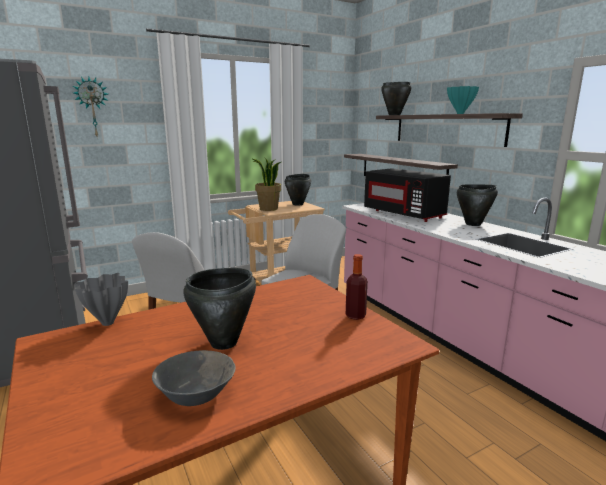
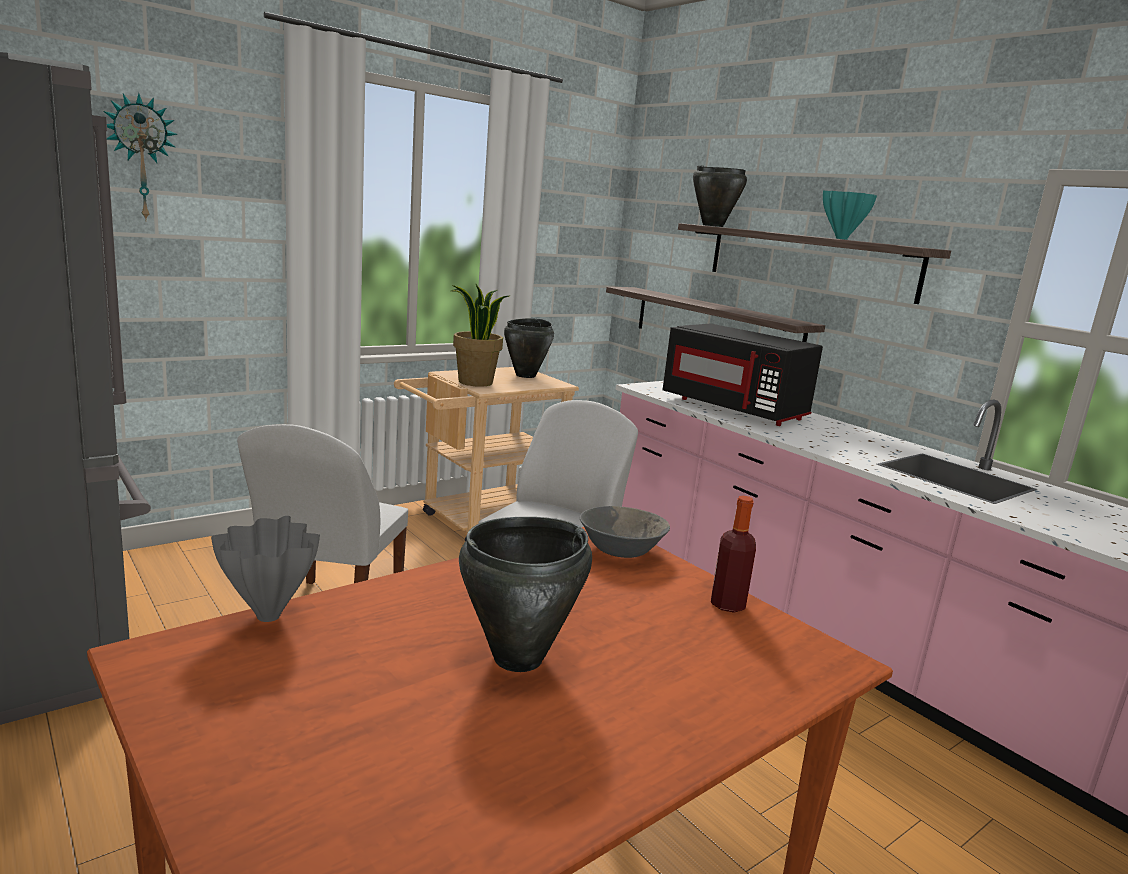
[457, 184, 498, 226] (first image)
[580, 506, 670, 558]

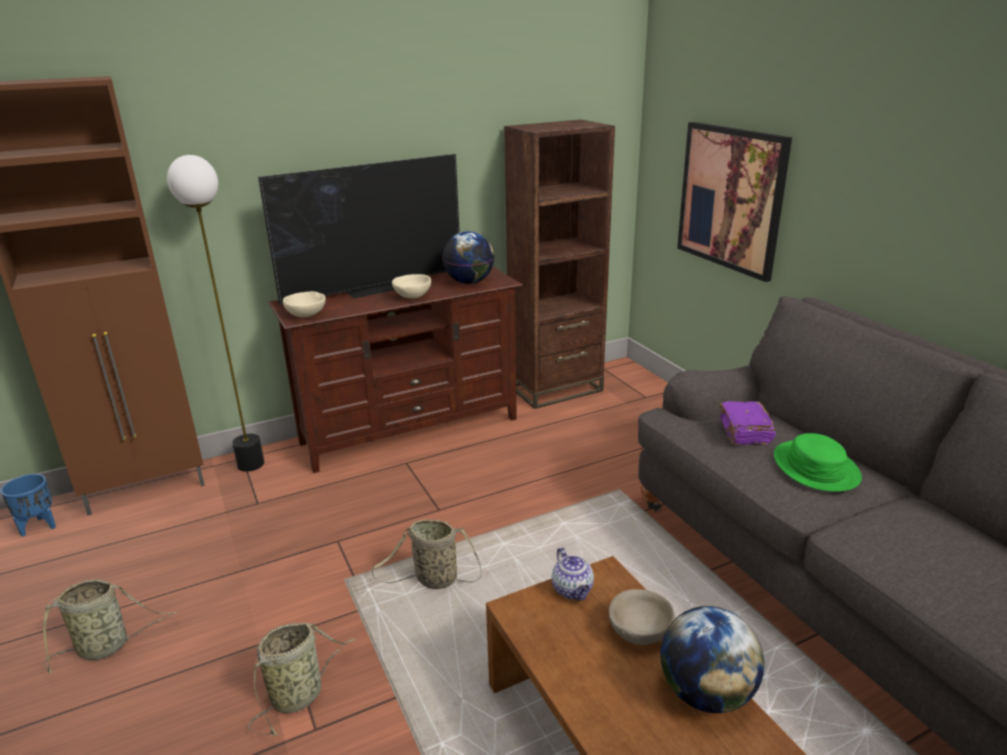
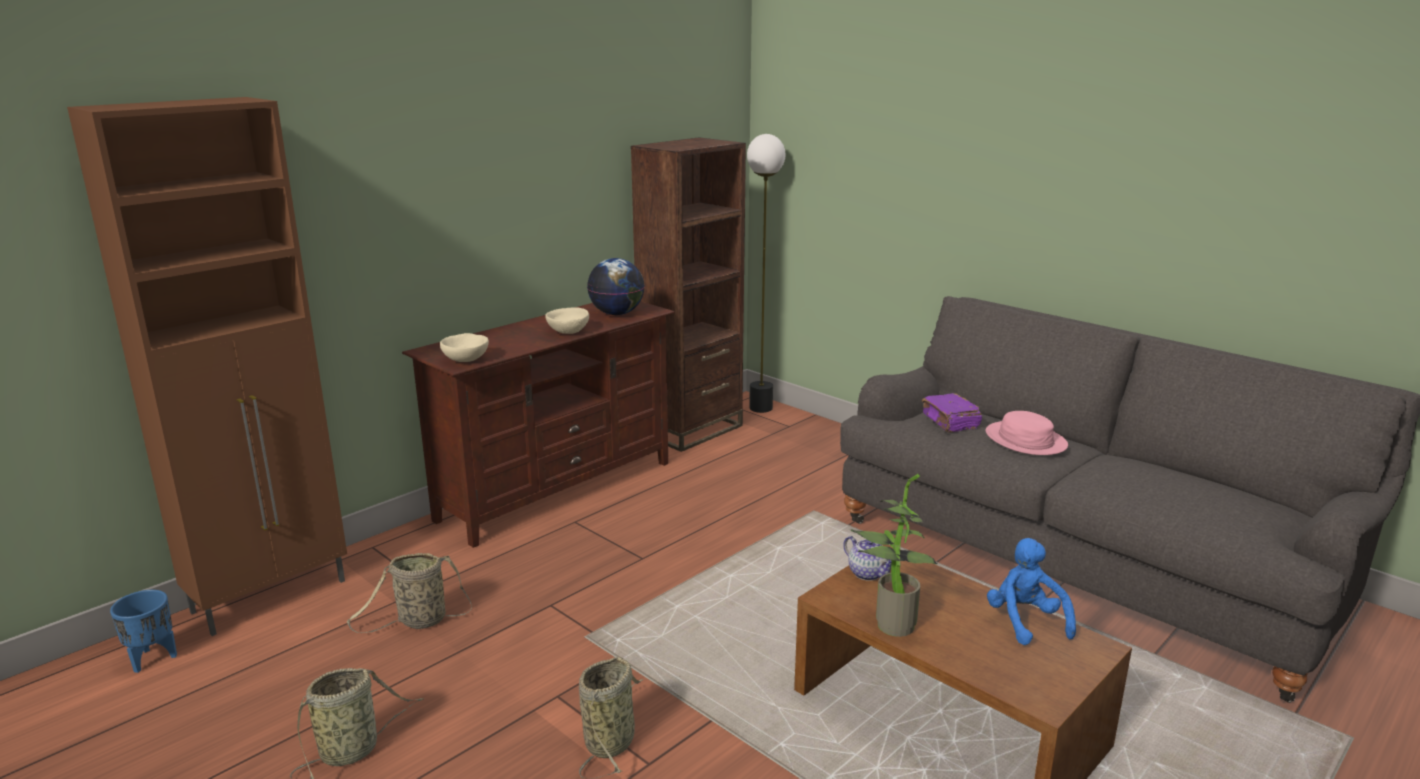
[677, 122, 792, 282] (first image)
[258, 154, 460, 305] (first image)
[747, 134, 785, 413]
[986, 411, 1068, 455]
[347, 553, 472, 633]
[609, 589, 675, 645] (first image)
[987, 538, 1076, 645]
[851, 474, 938, 637]

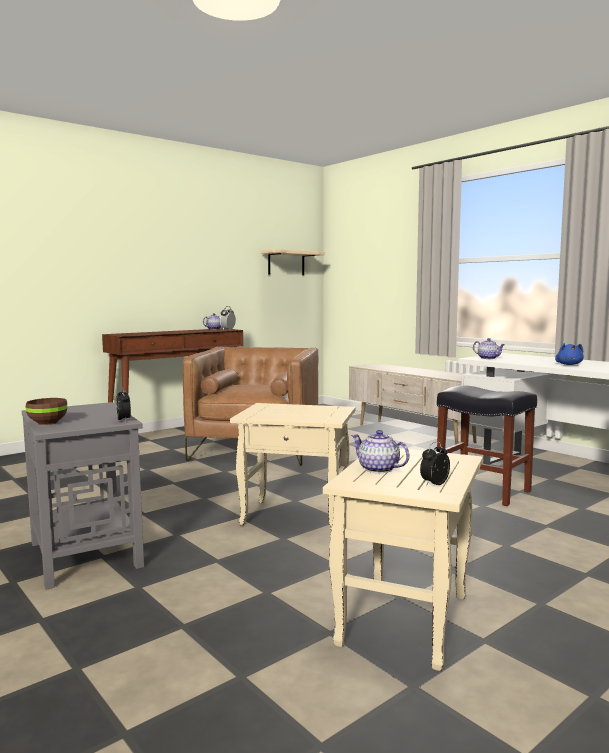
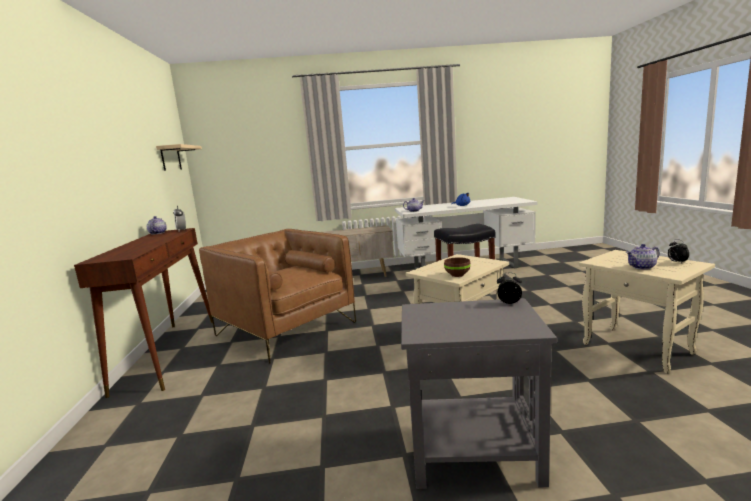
[444, 257, 470, 277]

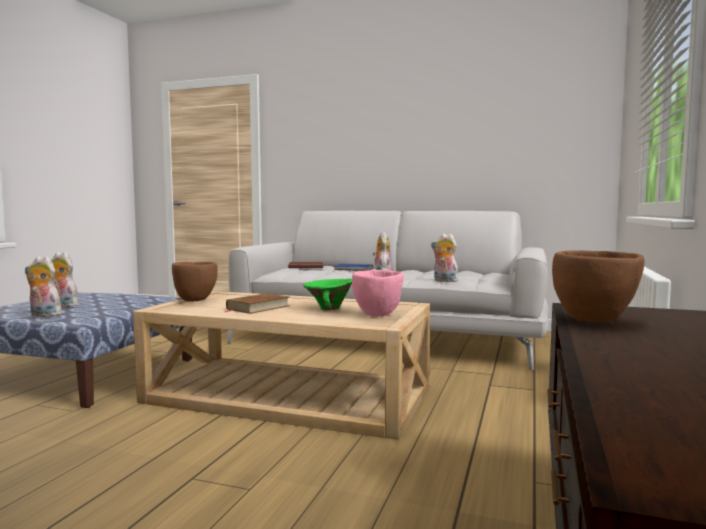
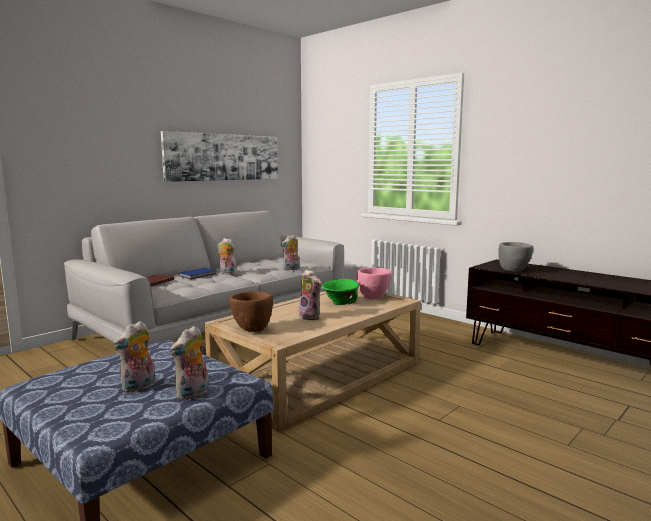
[498, 242, 533, 272]
[298, 269, 322, 321]
[161, 131, 278, 182]

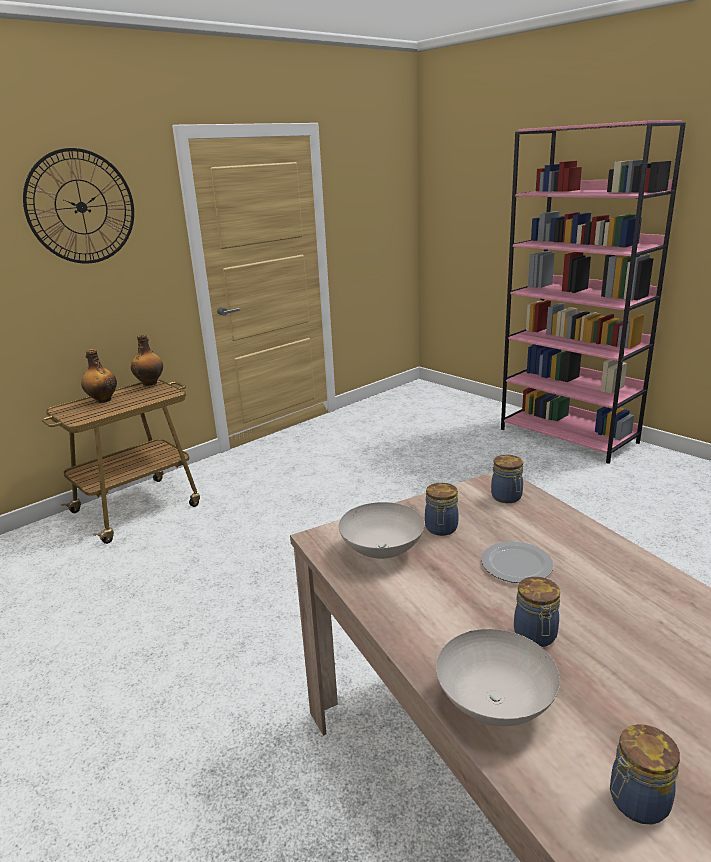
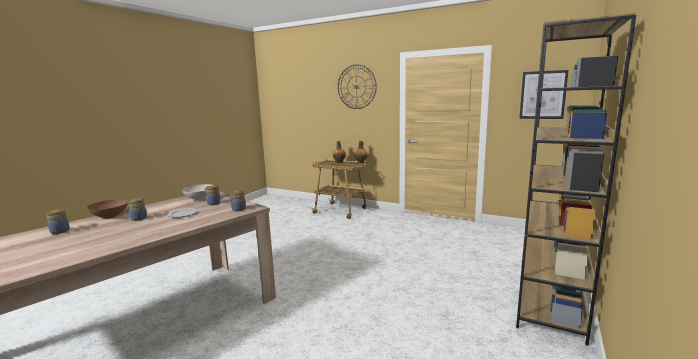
[516, 13, 636, 346]
[87, 199, 128, 219]
[519, 70, 569, 119]

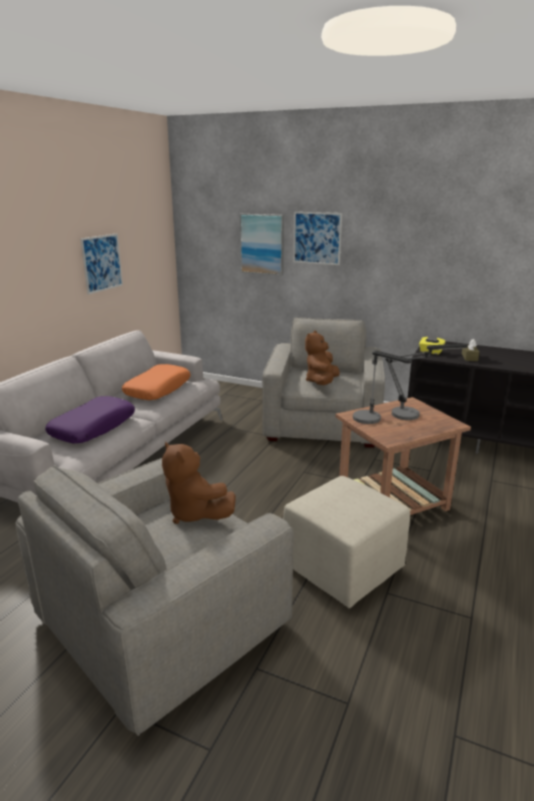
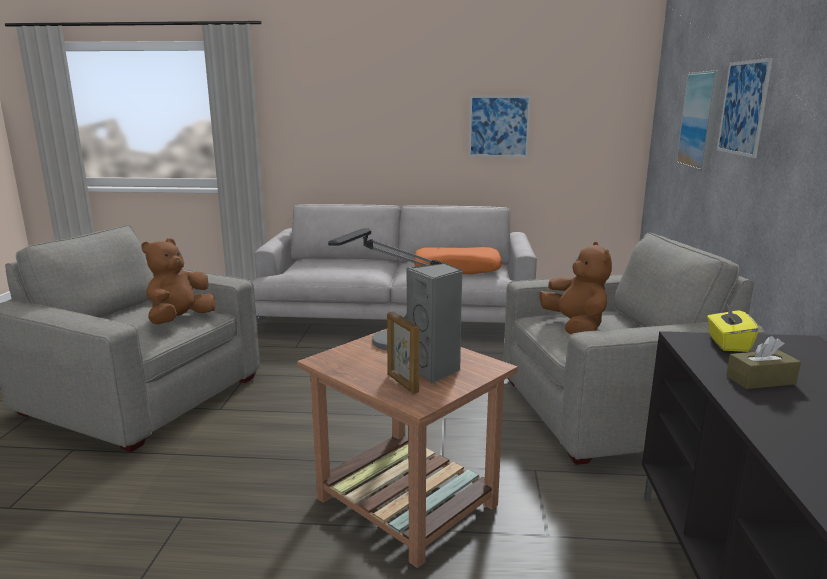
[539, 242, 612, 334]
[407, 263, 463, 383]
[45, 396, 135, 444] (first image)
[283, 476, 410, 608] (first image)
[387, 311, 420, 394]

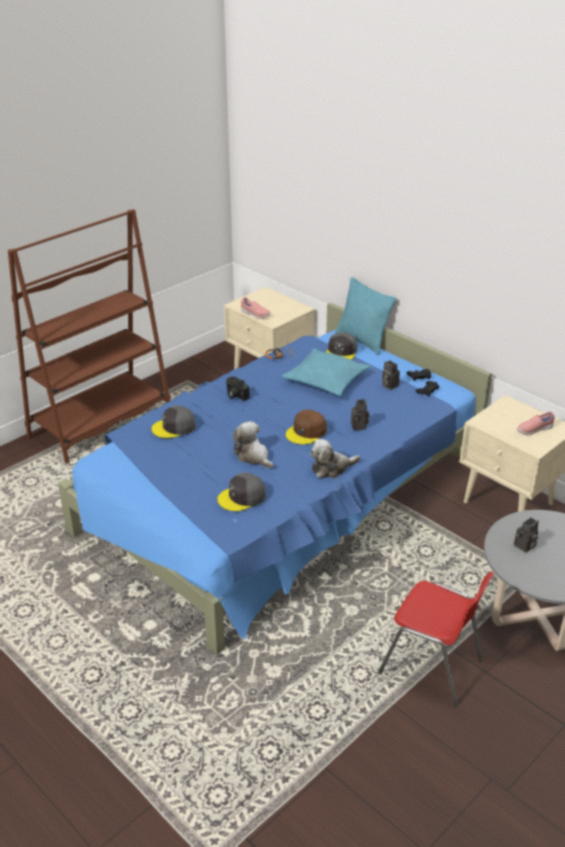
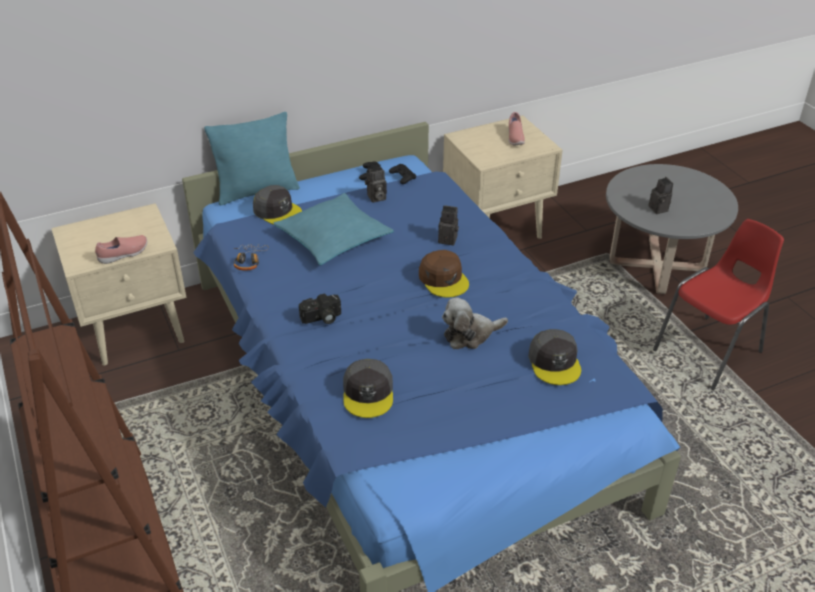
[310, 439, 360, 478] (first image)

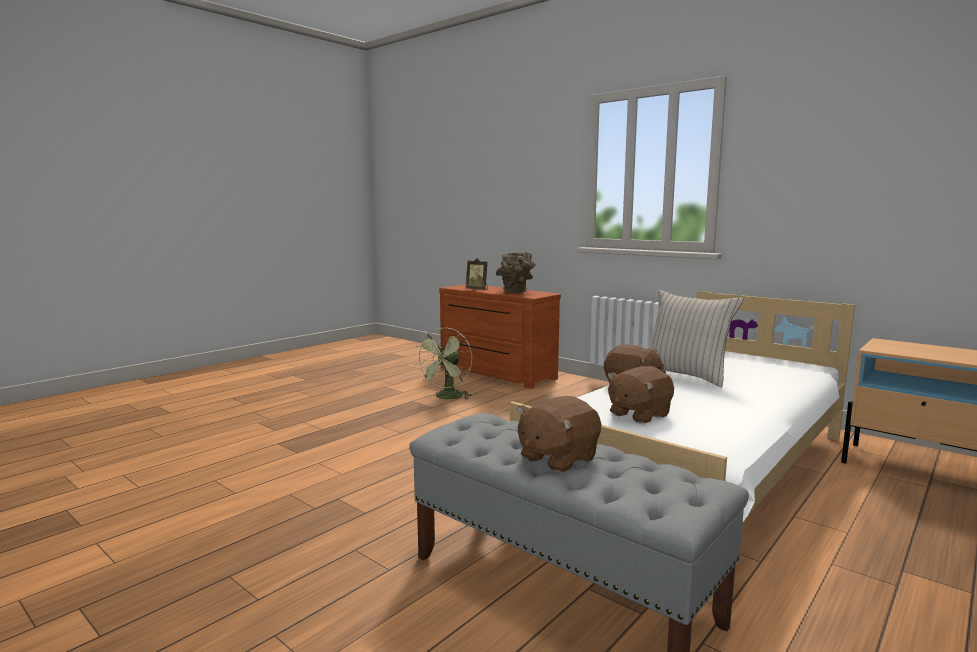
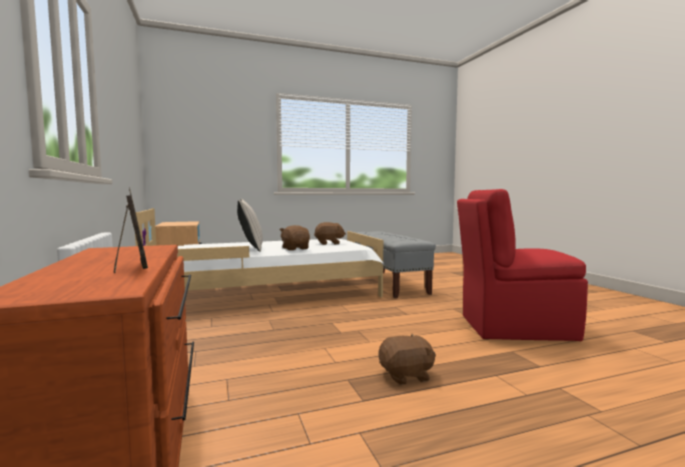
[496, 252, 536, 293] (first image)
[416, 327, 472, 400] (first image)
[379, 334, 436, 385]
[457, 189, 588, 341]

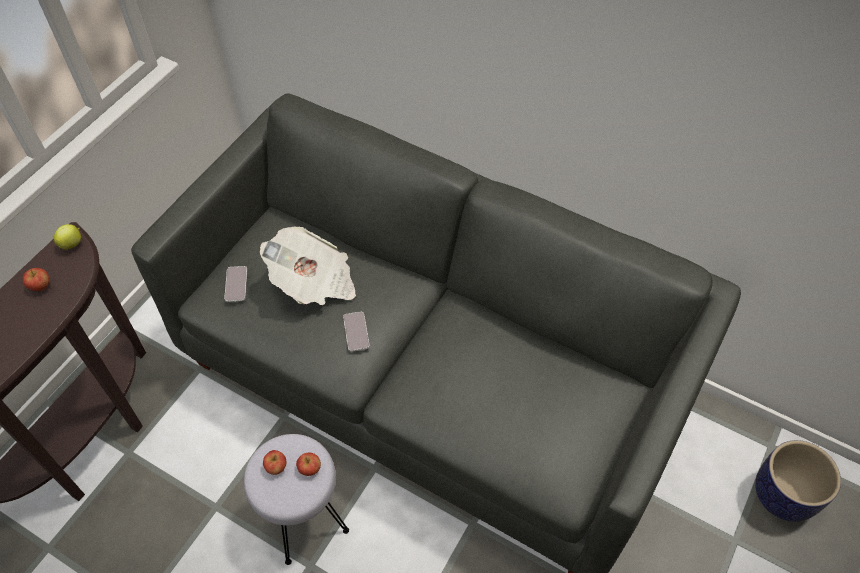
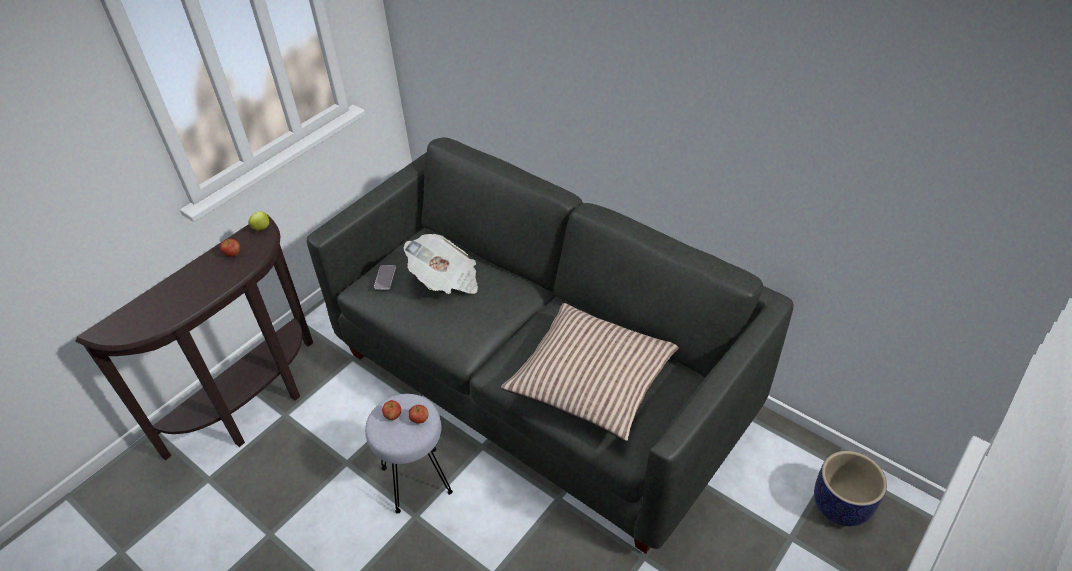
[343, 312, 370, 352] (first image)
[501, 303, 679, 441]

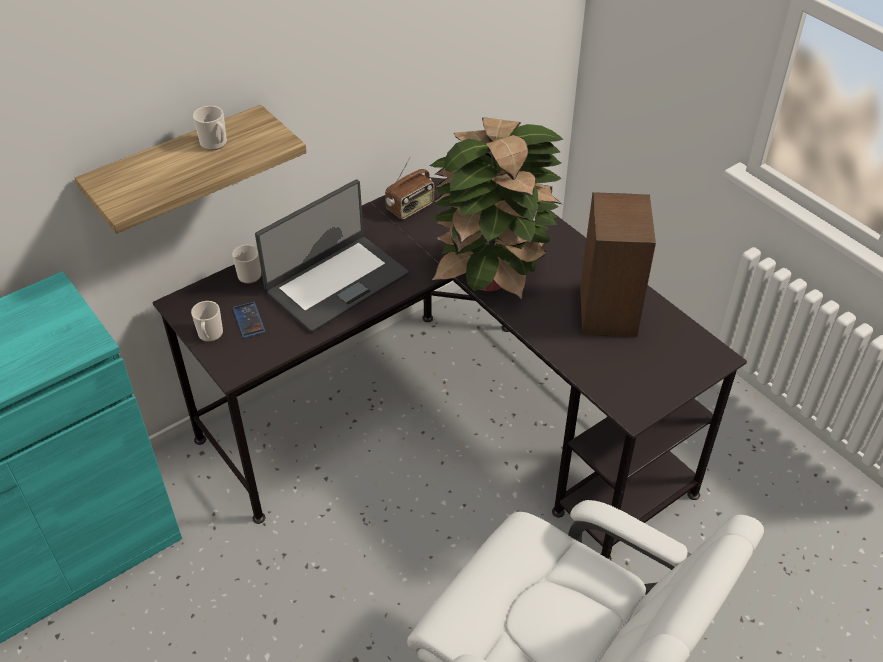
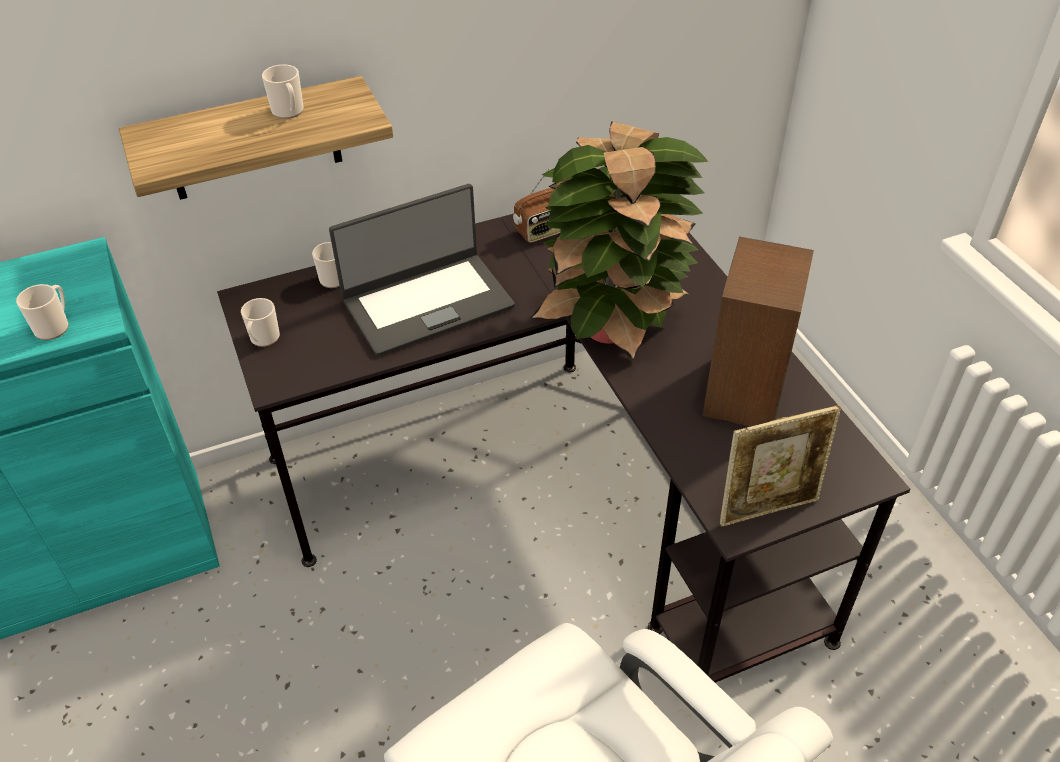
[233, 302, 265, 338] (first image)
[16, 284, 69, 340]
[720, 405, 841, 527]

